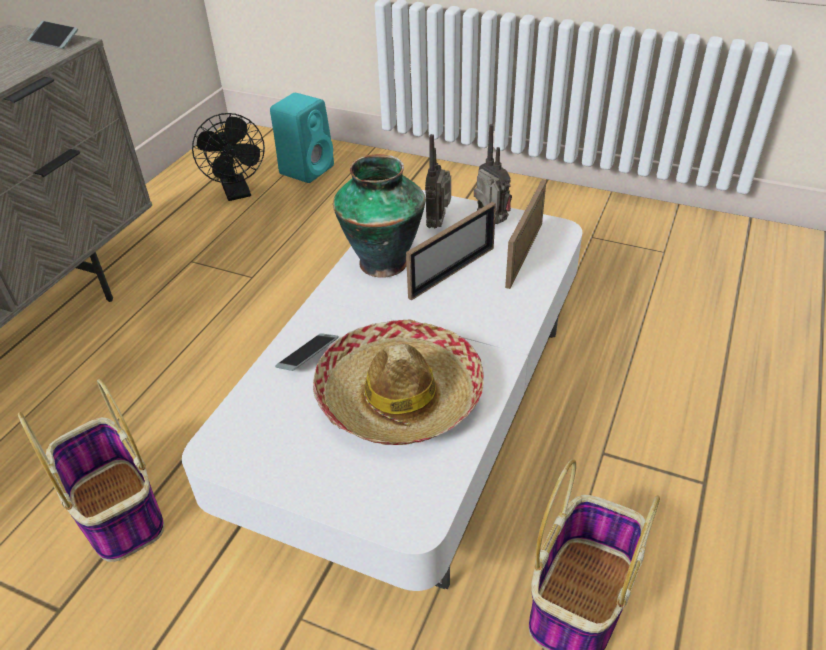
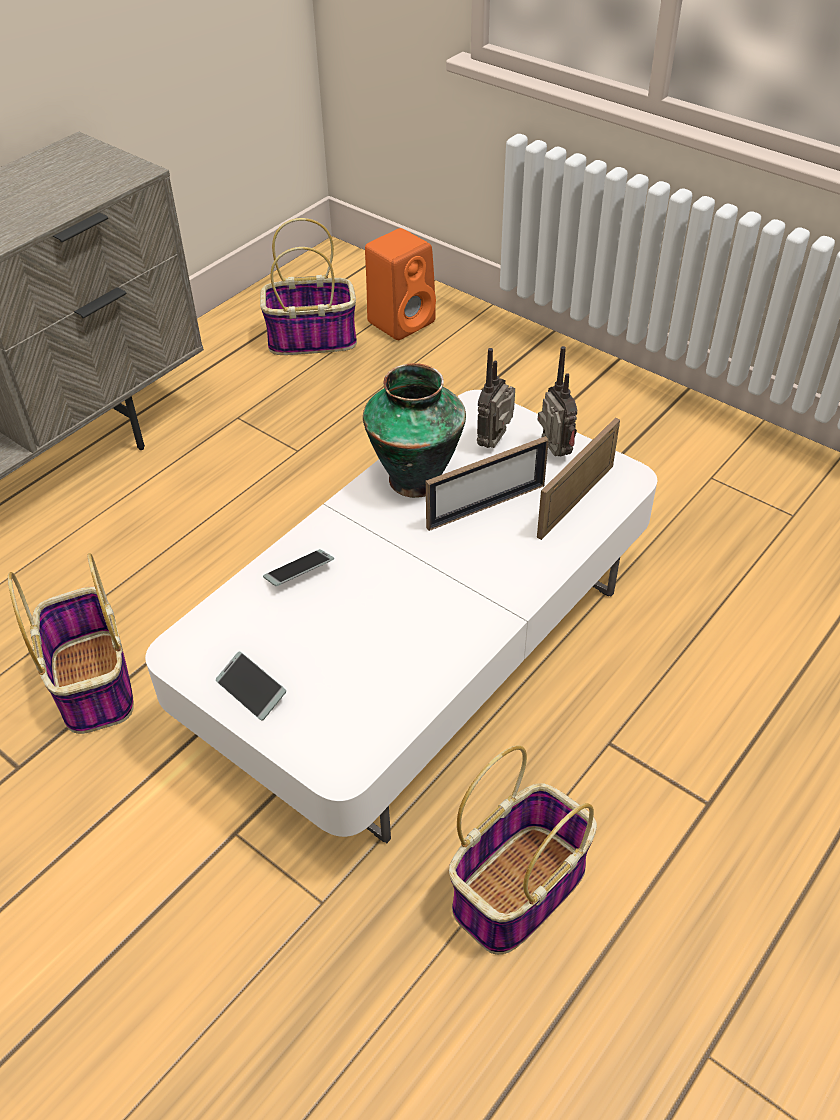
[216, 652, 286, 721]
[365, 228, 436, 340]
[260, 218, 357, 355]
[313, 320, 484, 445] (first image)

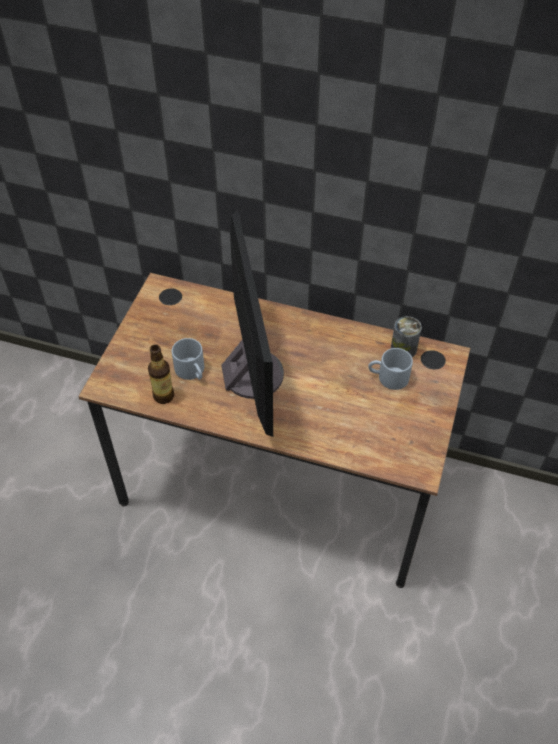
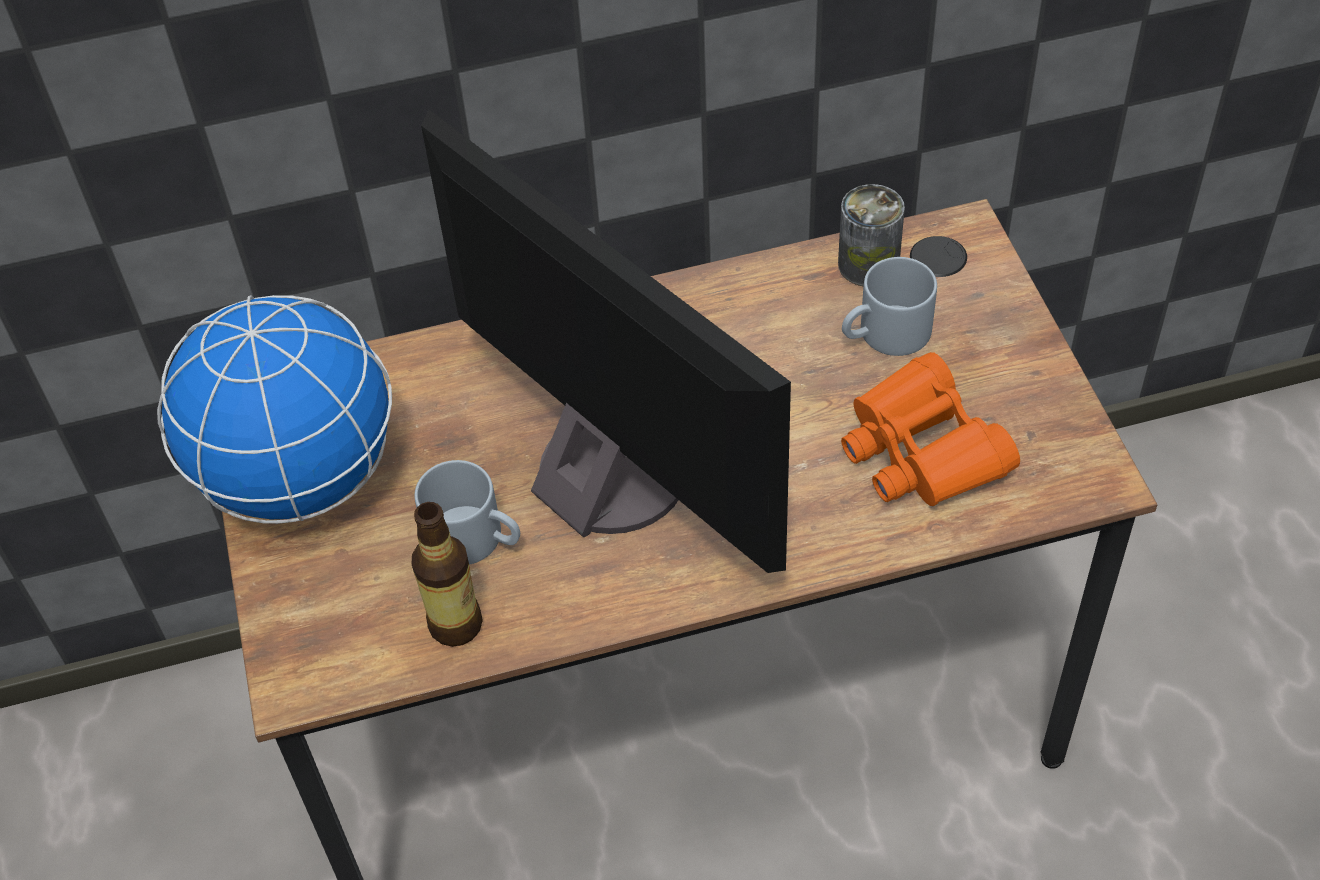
[157, 295, 392, 524]
[841, 352, 1020, 506]

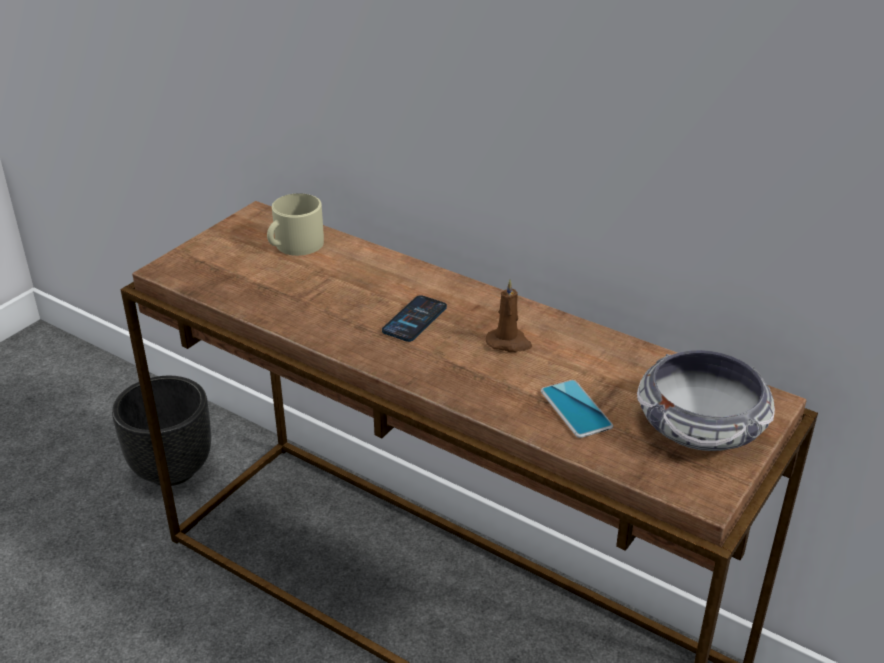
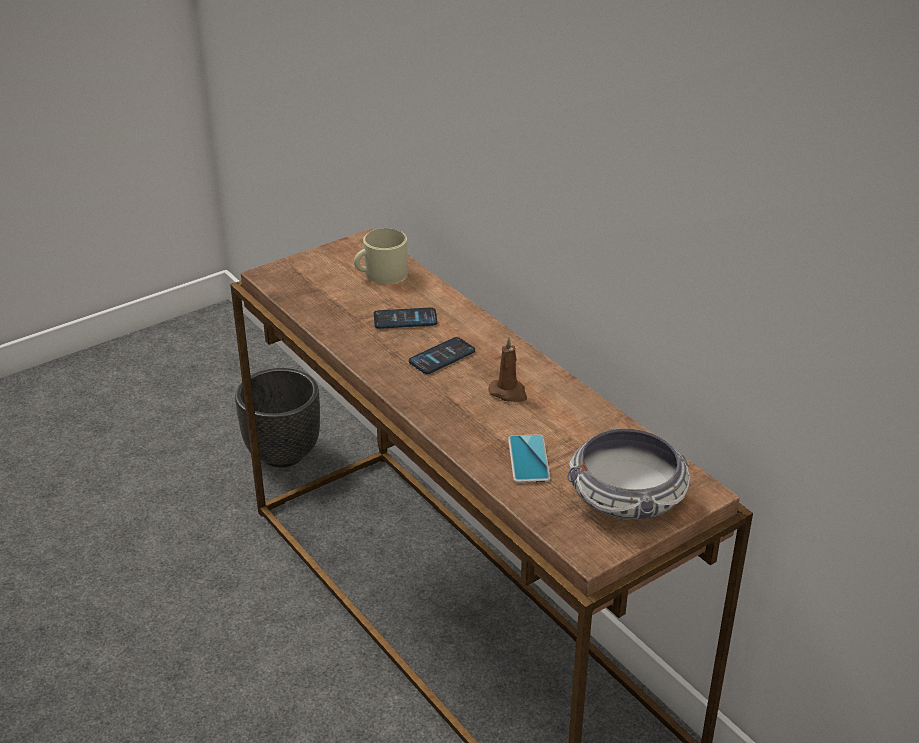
[374, 307, 437, 329]

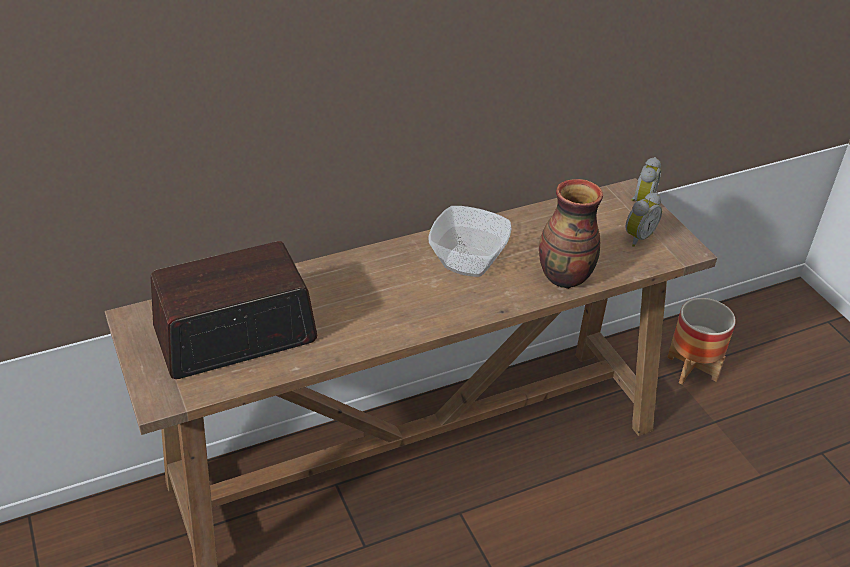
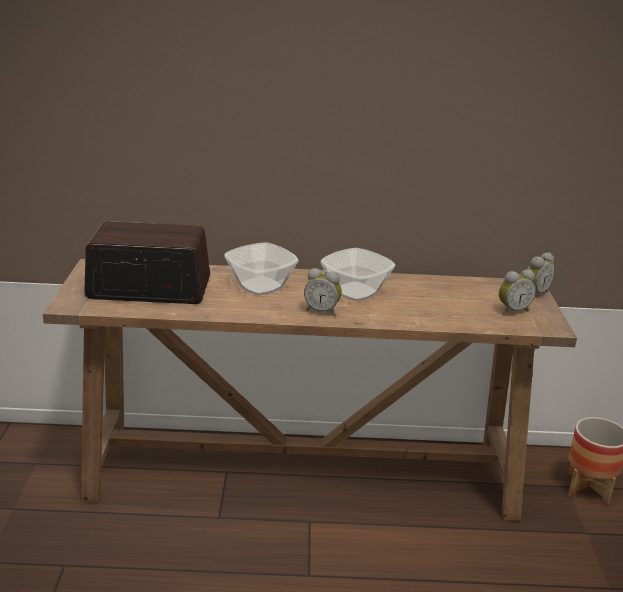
[539, 179, 603, 289] (first image)
[224, 242, 299, 295]
[304, 268, 342, 316]

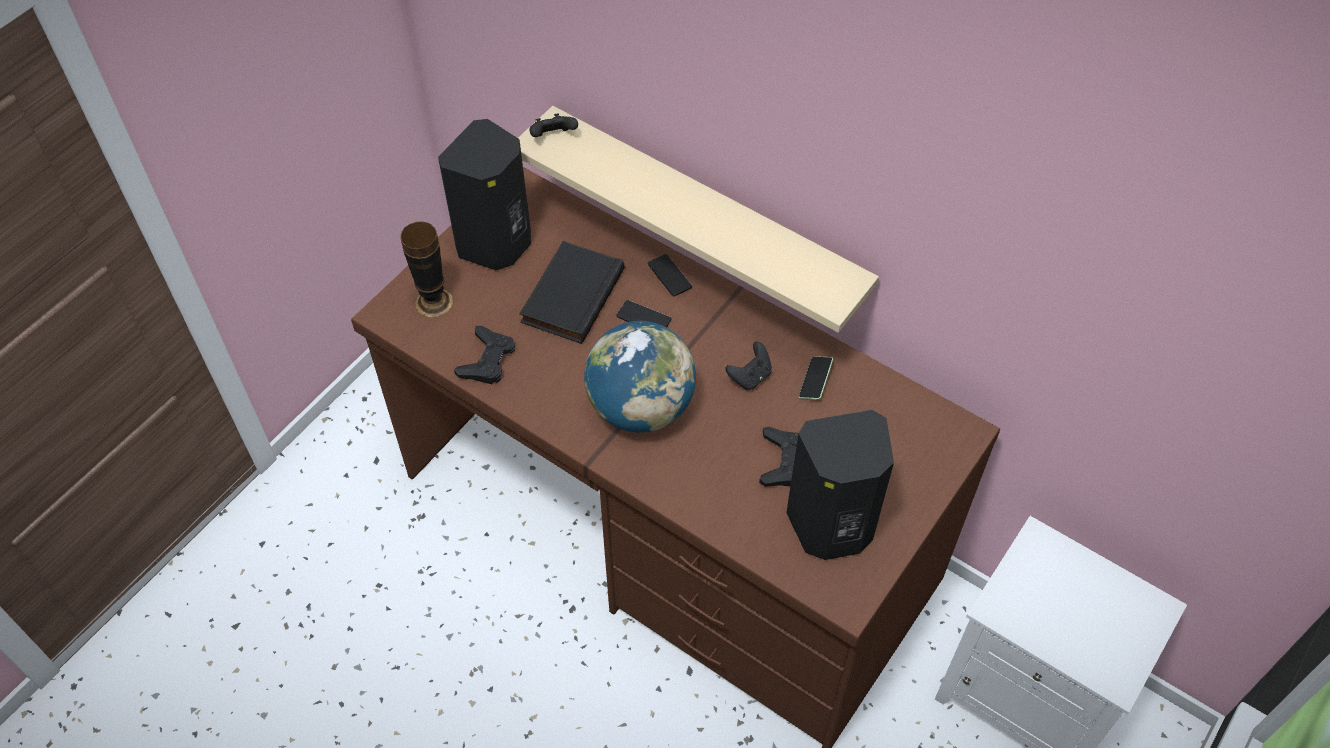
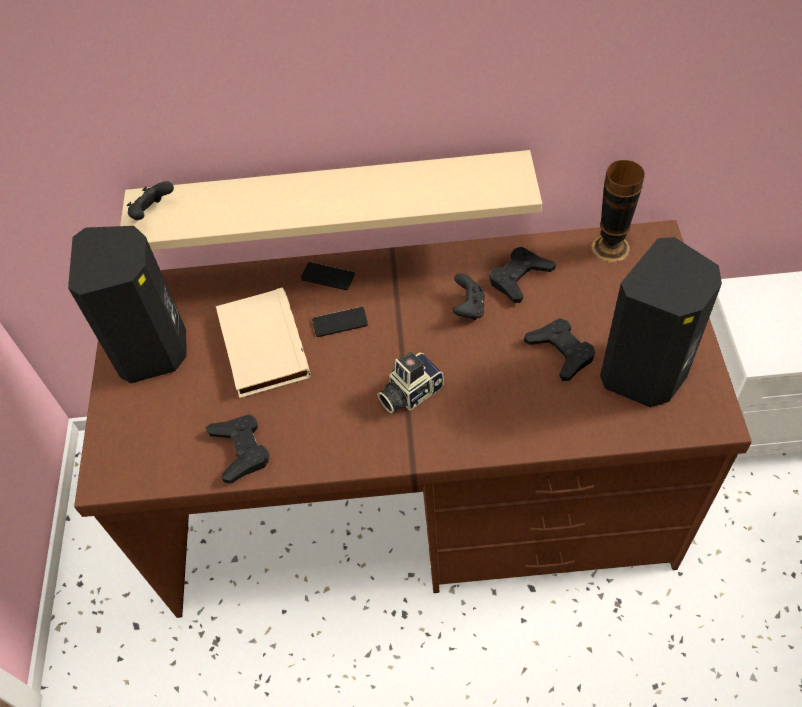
[591, 160, 645, 263]
[216, 288, 311, 398]
[378, 352, 444, 413]
[489, 247, 556, 303]

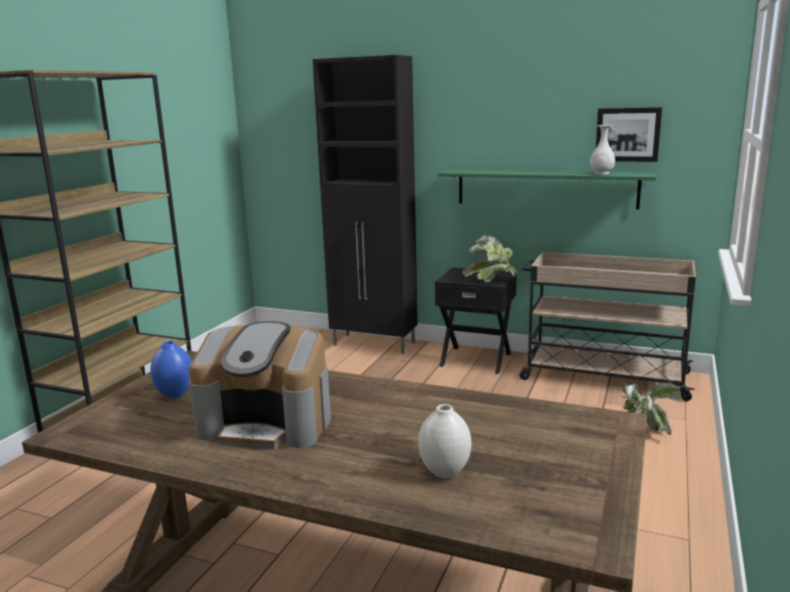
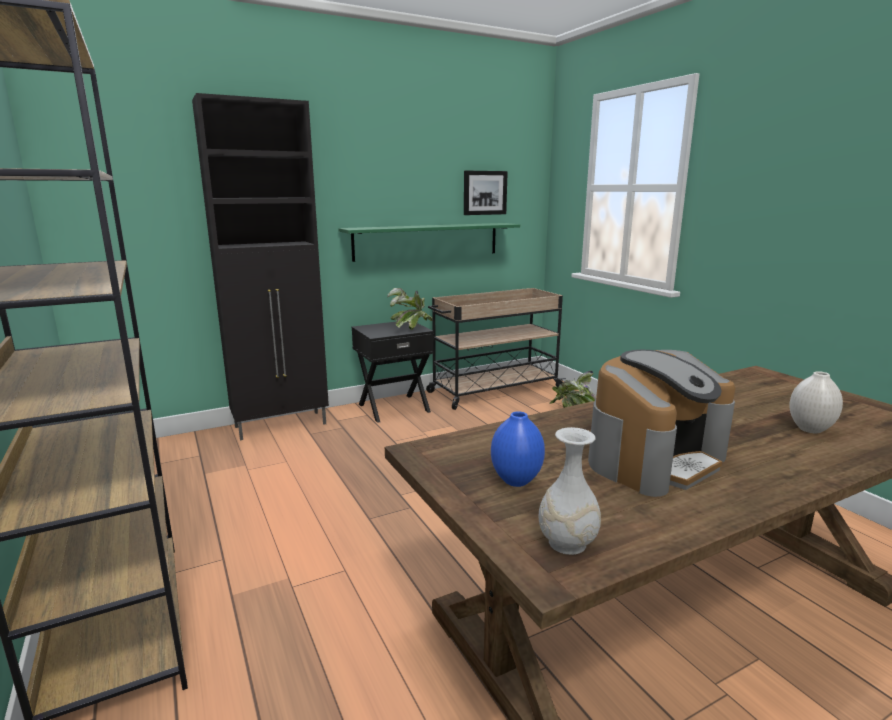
[538, 427, 601, 555]

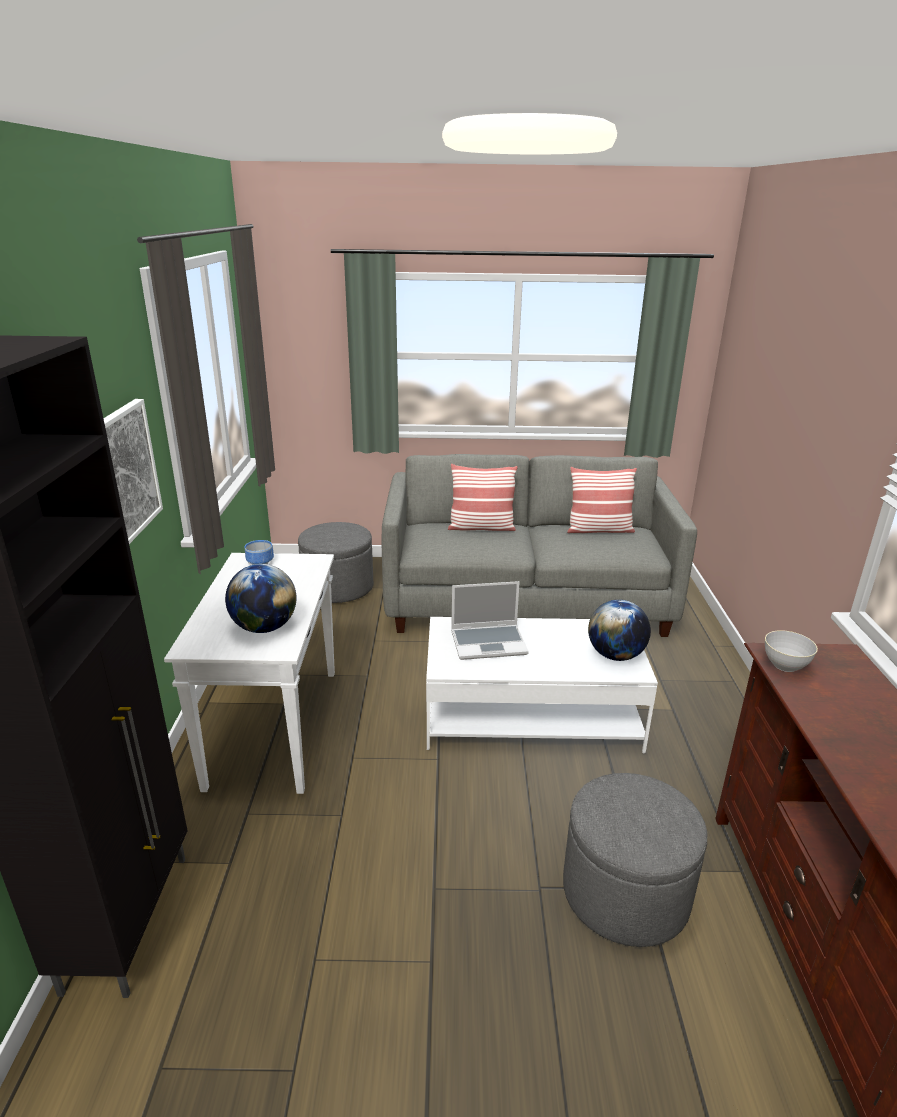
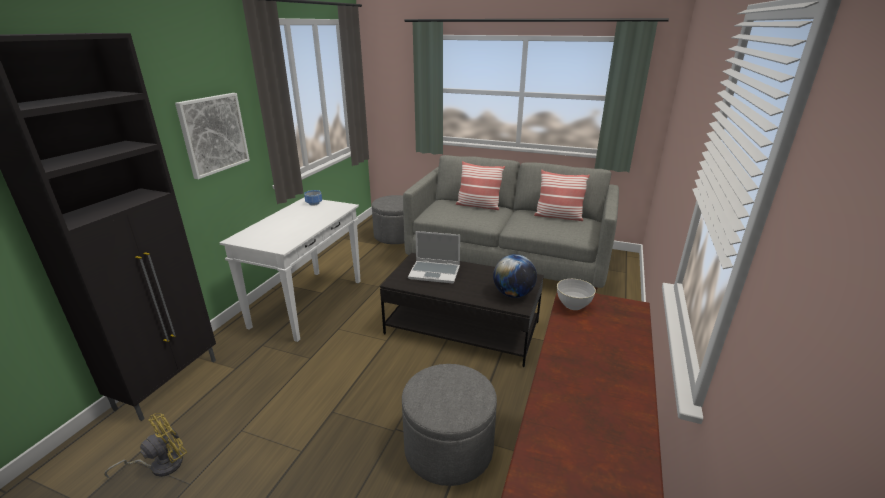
[225, 564, 296, 633] (first image)
[380, 253, 544, 367]
[104, 413, 187, 478]

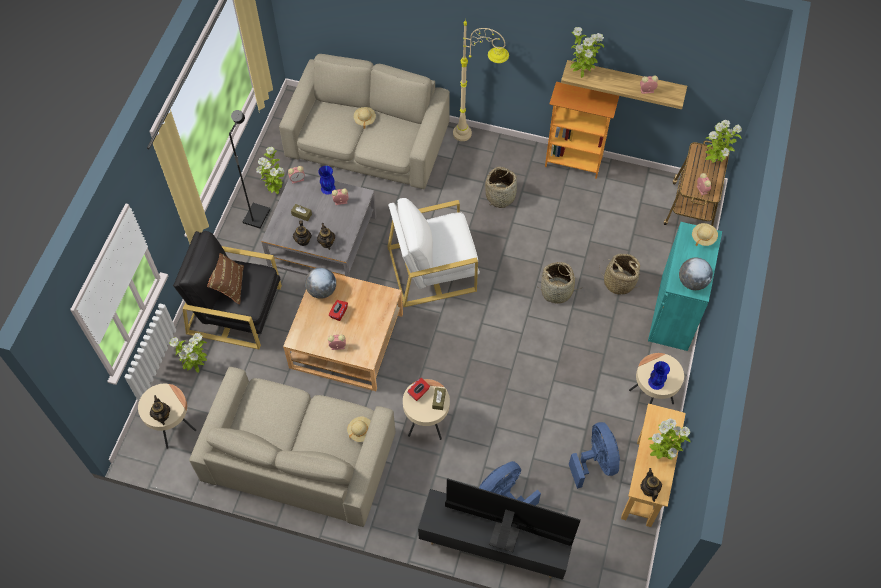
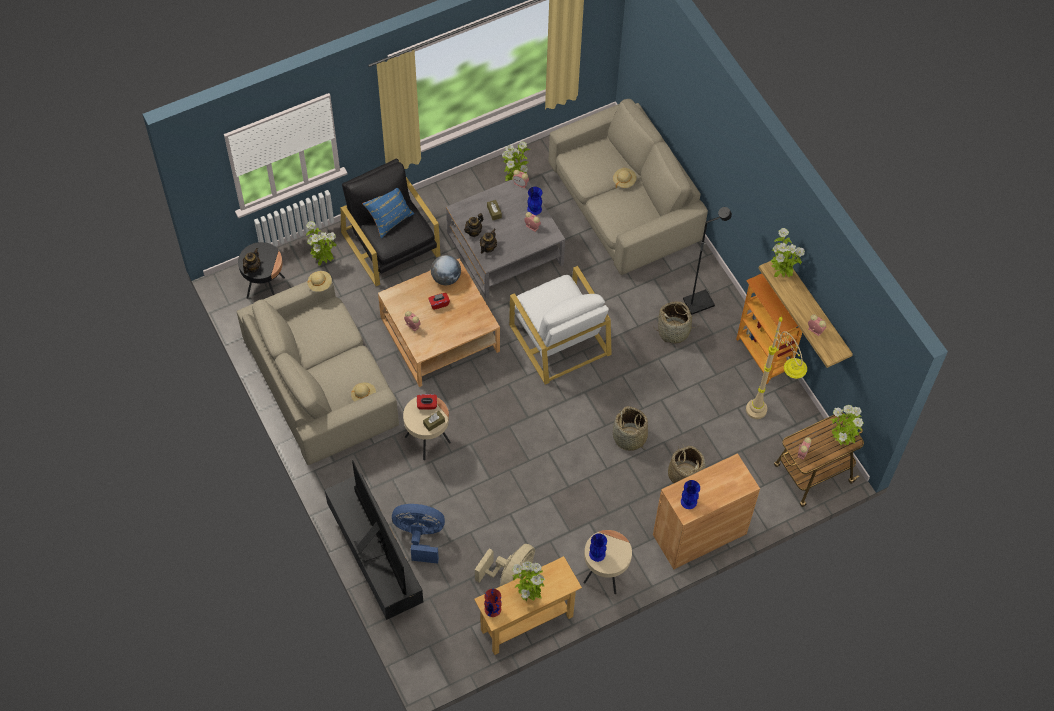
[746, 316, 807, 419]
[683, 207, 732, 315]
[509, 266, 612, 385]
[653, 453, 760, 569]
[308, 271, 332, 292]
[363, 188, 414, 238]
[681, 480, 700, 509]
[238, 242, 285, 299]
[475, 544, 535, 586]
[484, 589, 502, 617]

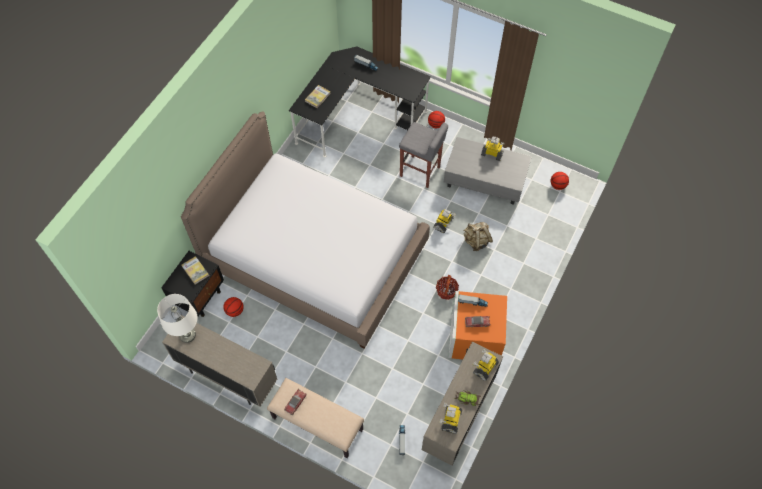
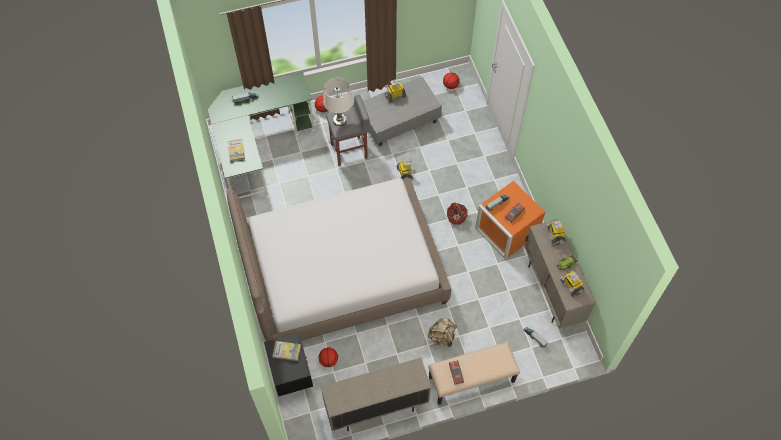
[208, 72, 315, 198]
[428, 318, 457, 347]
[323, 77, 353, 126]

